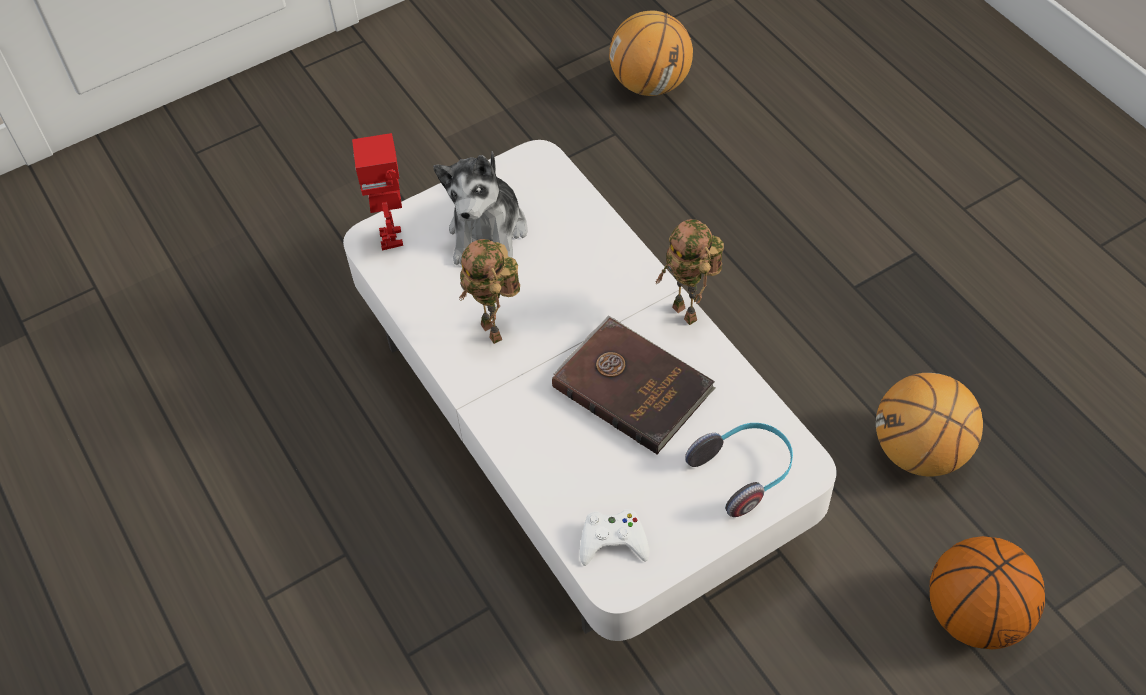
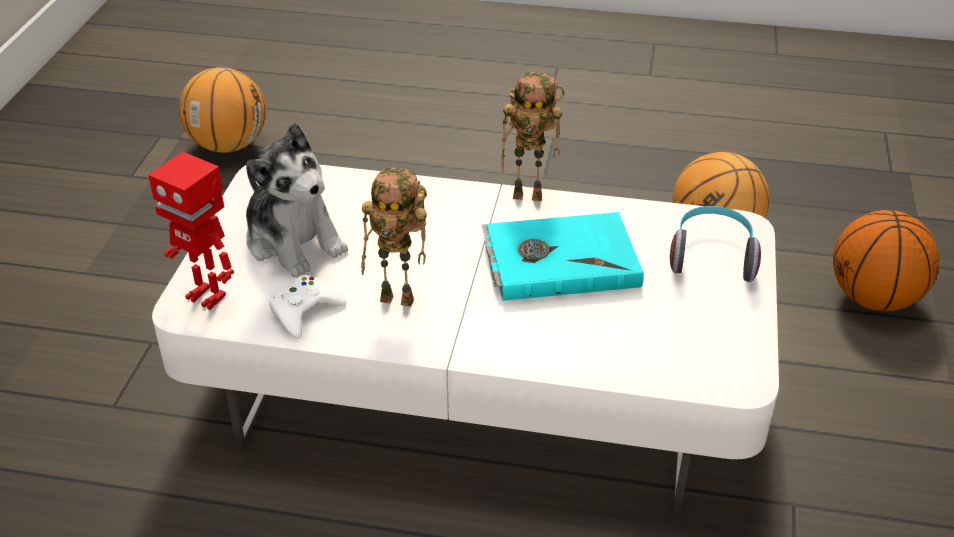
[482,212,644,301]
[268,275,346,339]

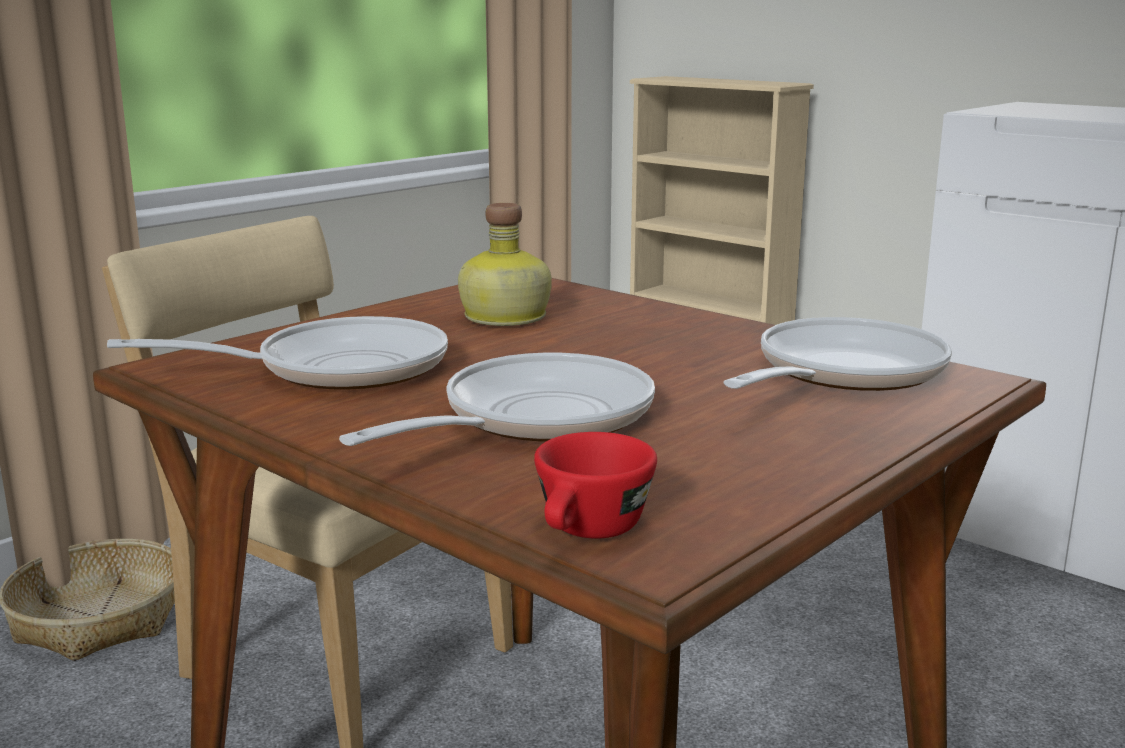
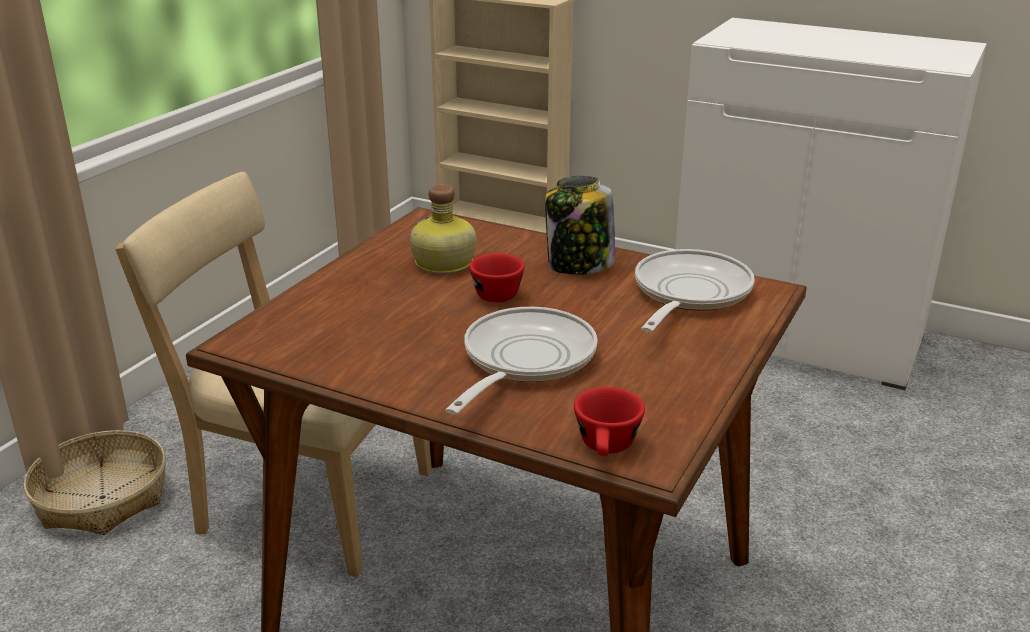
[107,316,448,390] (first image)
[469,253,525,302]
[545,176,615,275]

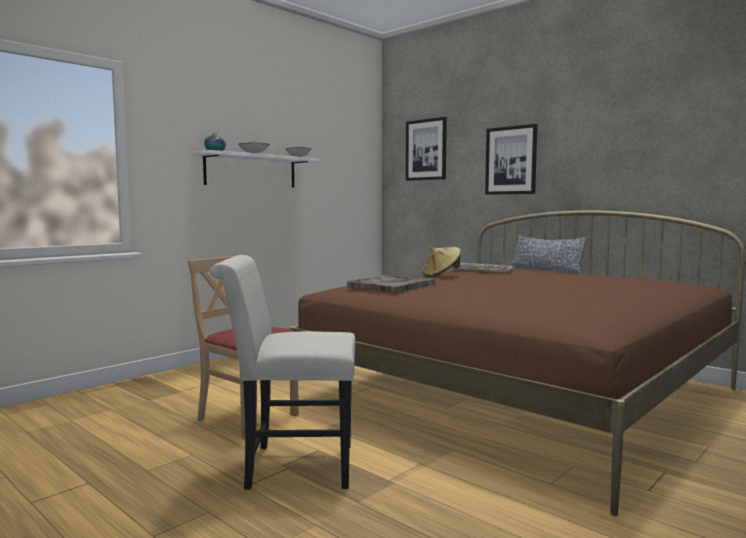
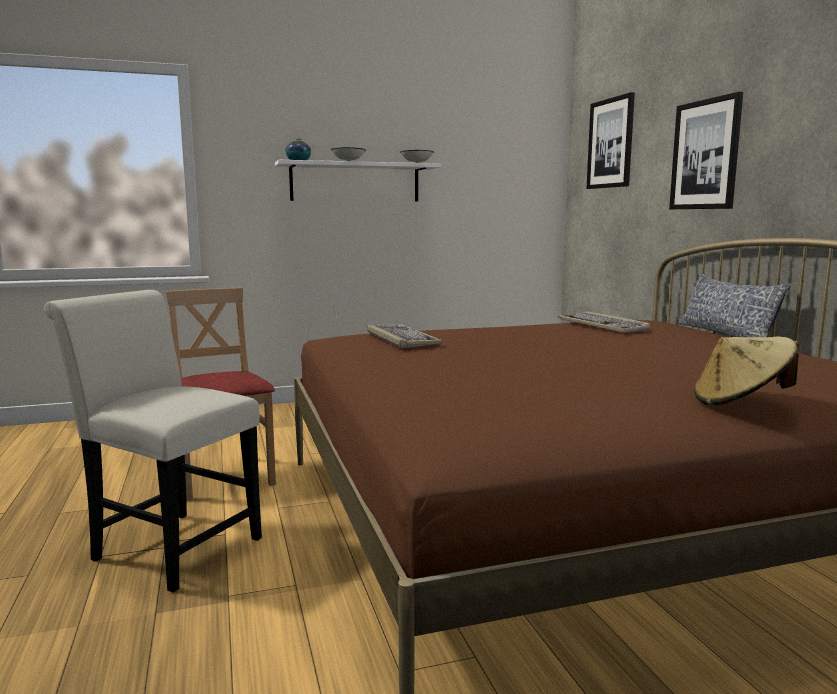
[366,324,442,348]
[694,337,799,406]

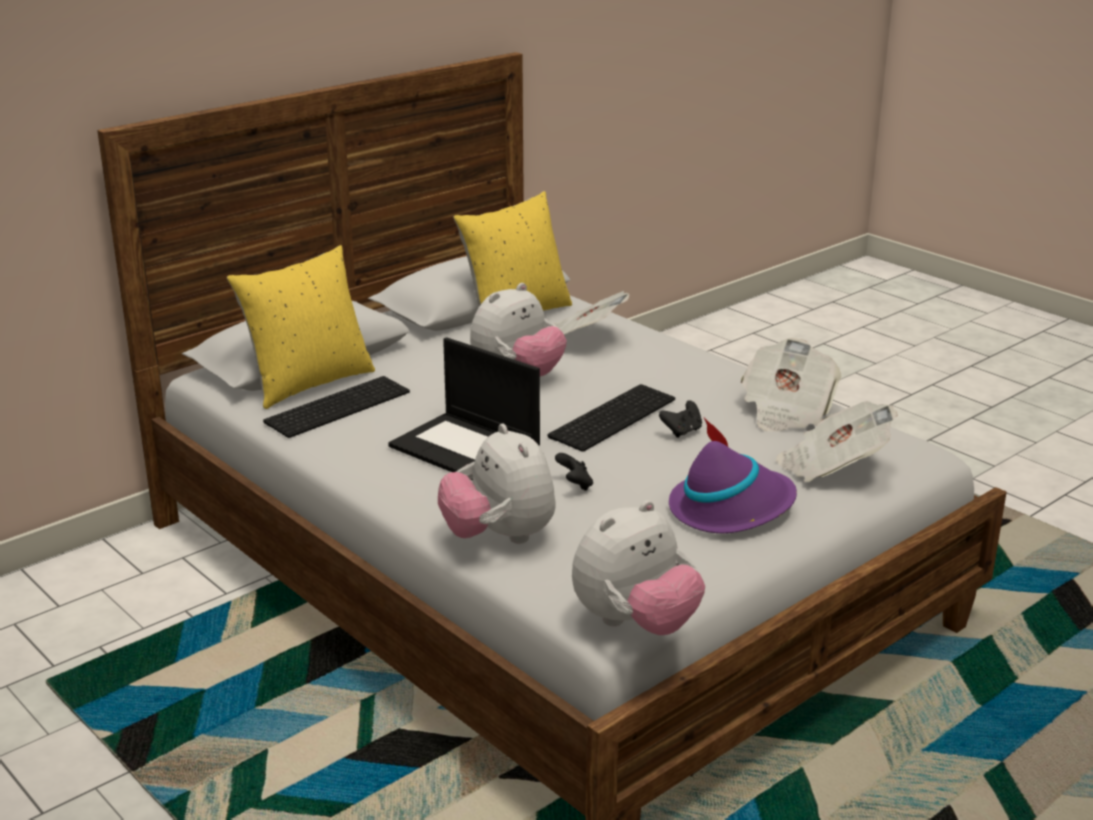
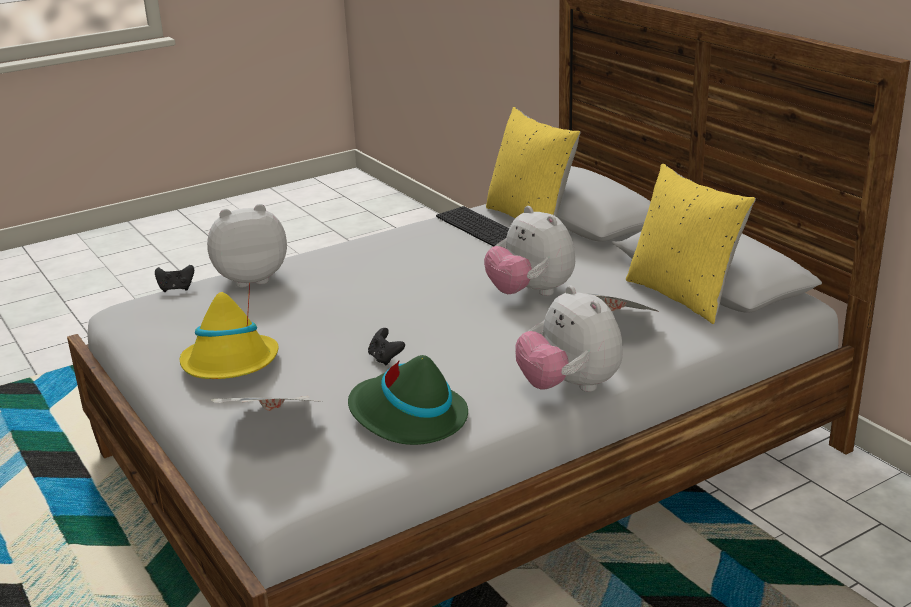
[388,337,540,481] (first image)
[548,384,675,452] (first image)
[155,265,194,292]
[515,285,623,392]
[180,283,278,379]
[348,355,468,445]

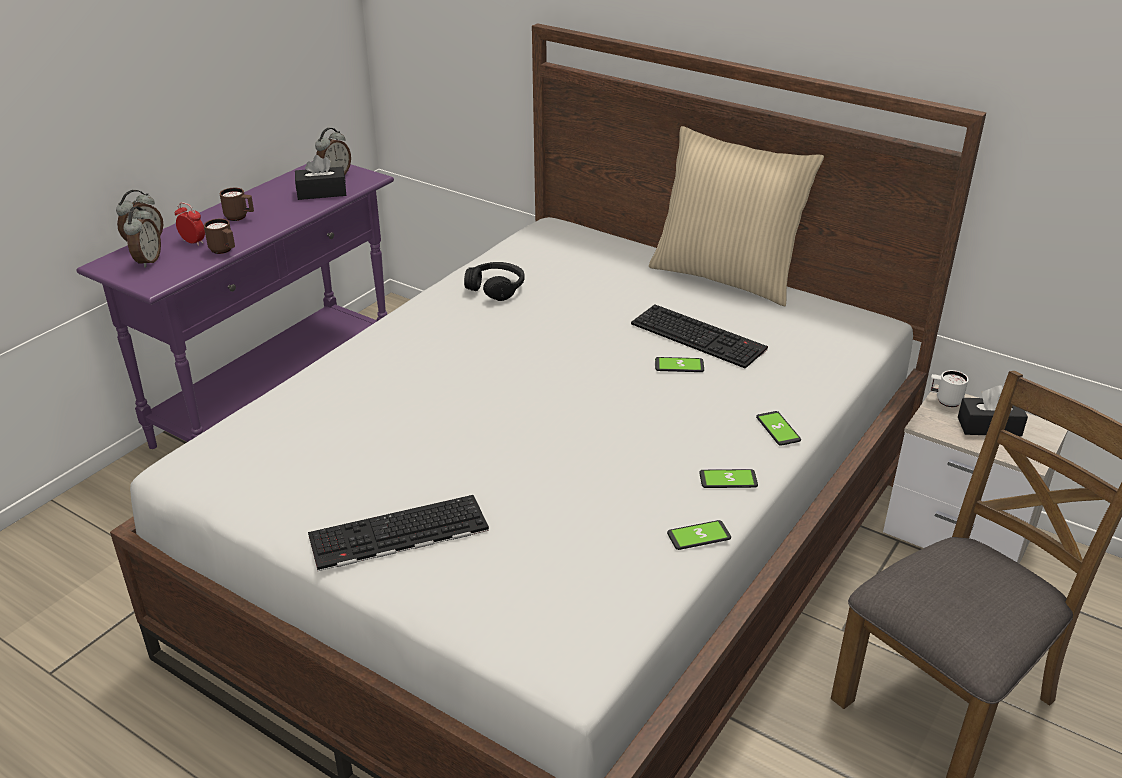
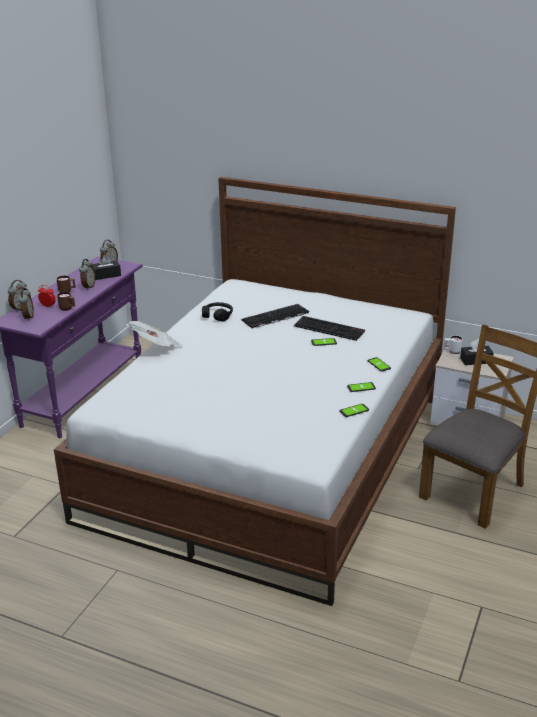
[241,304,309,329]
[649,126,824,306] (first image)
[79,259,96,290]
[126,321,183,347]

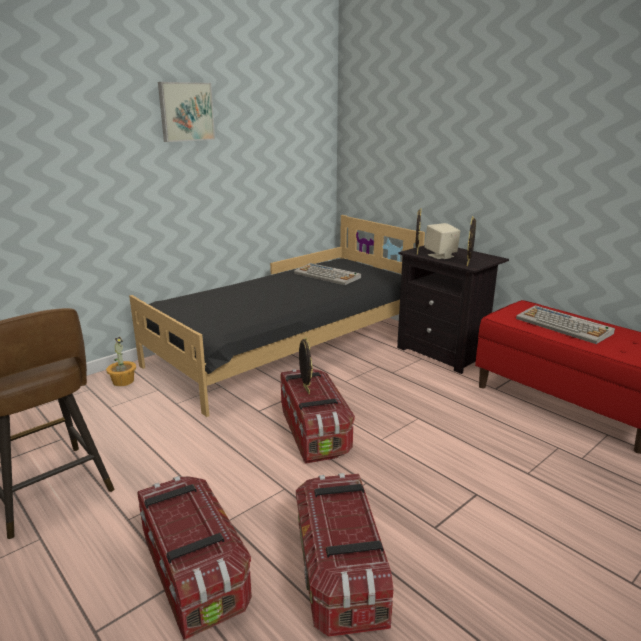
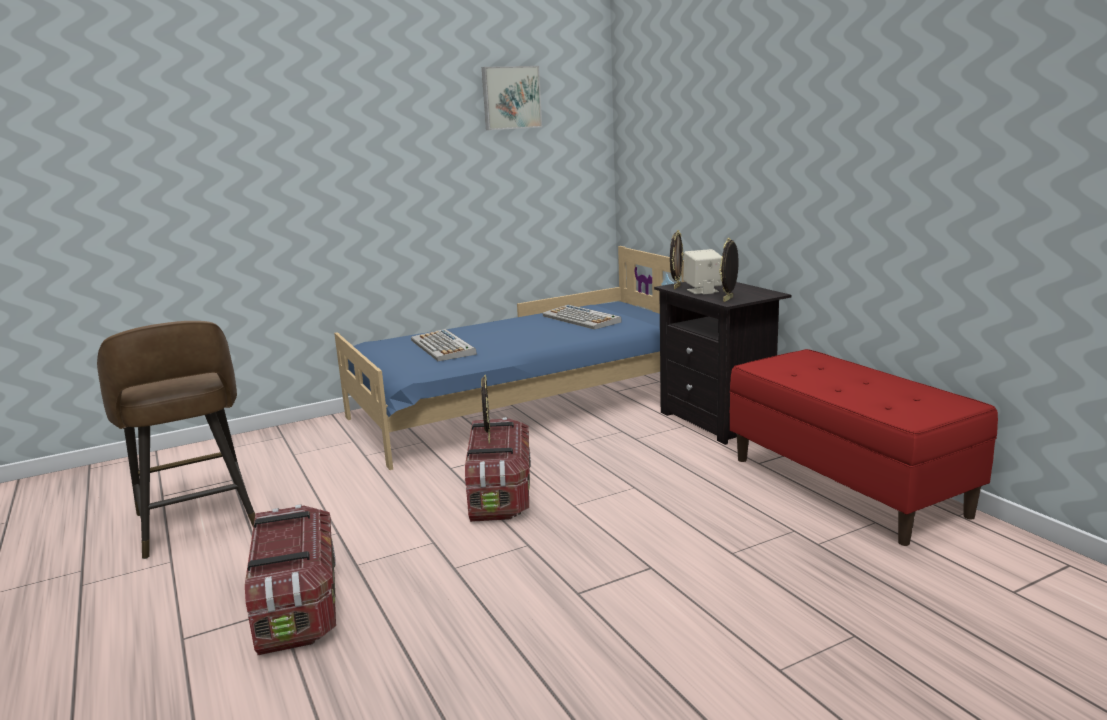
[106,337,136,386] (first image)
[334,246,685,470]
[482,66,542,130]
[296,473,393,637] (first image)
[411,329,477,361]

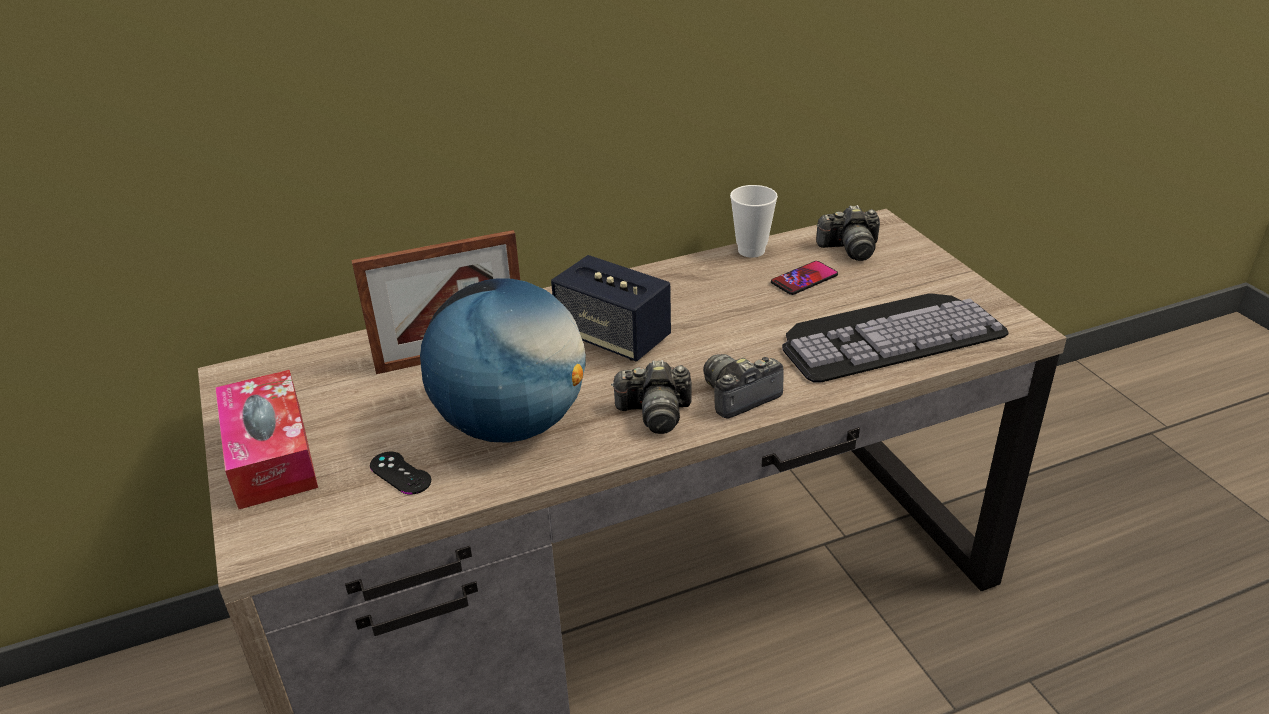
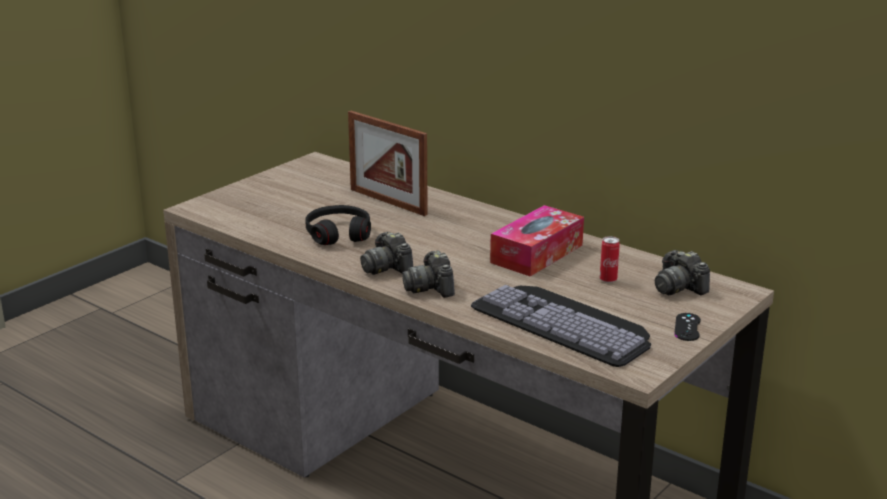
[490,205,584,277]
[674,313,701,341]
[305,205,371,245]
[551,255,671,361] (first image)
[402,250,455,298]
[730,185,778,258] (first image)
[600,236,620,283]

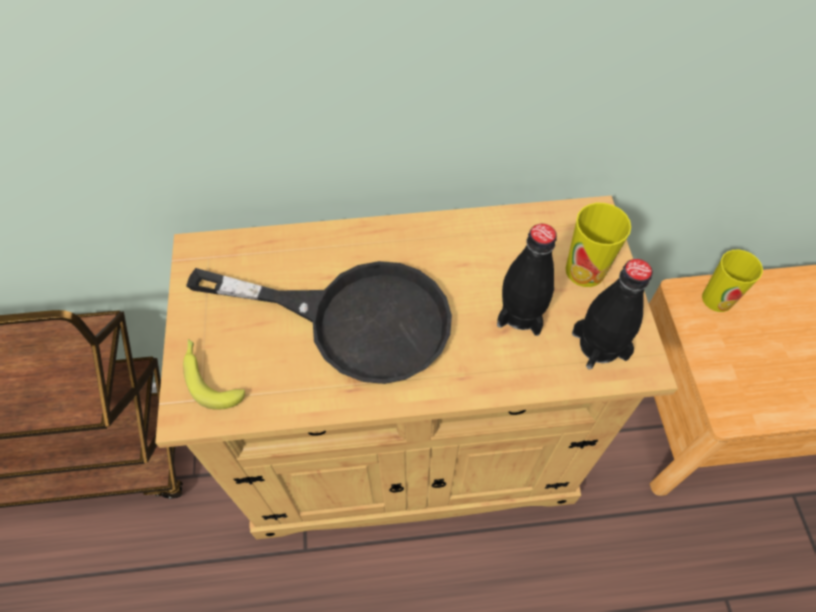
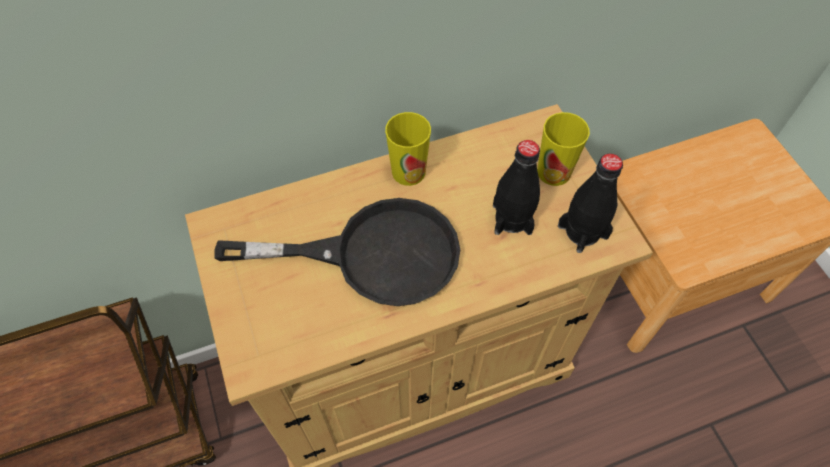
[183,339,245,410] (first image)
[385,112,431,186]

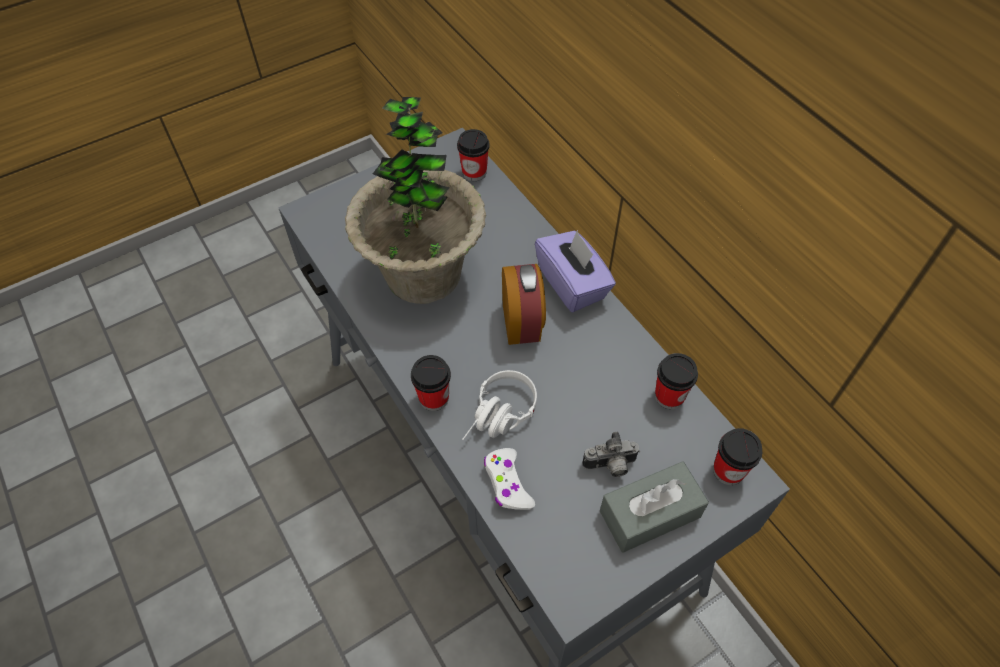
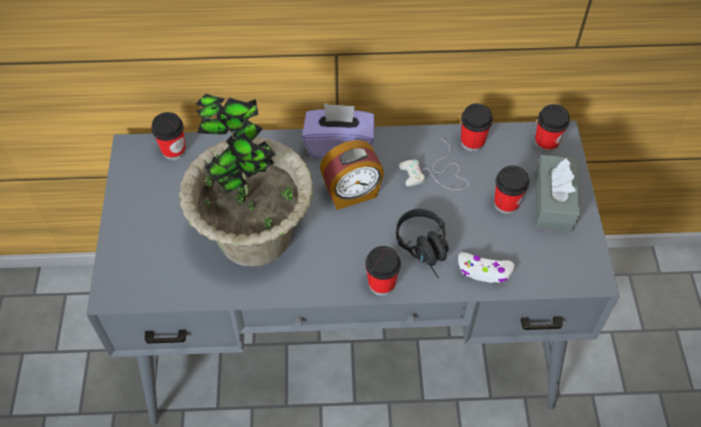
[396,209,449,278]
[320,140,384,210]
[494,165,529,214]
[399,139,467,190]

